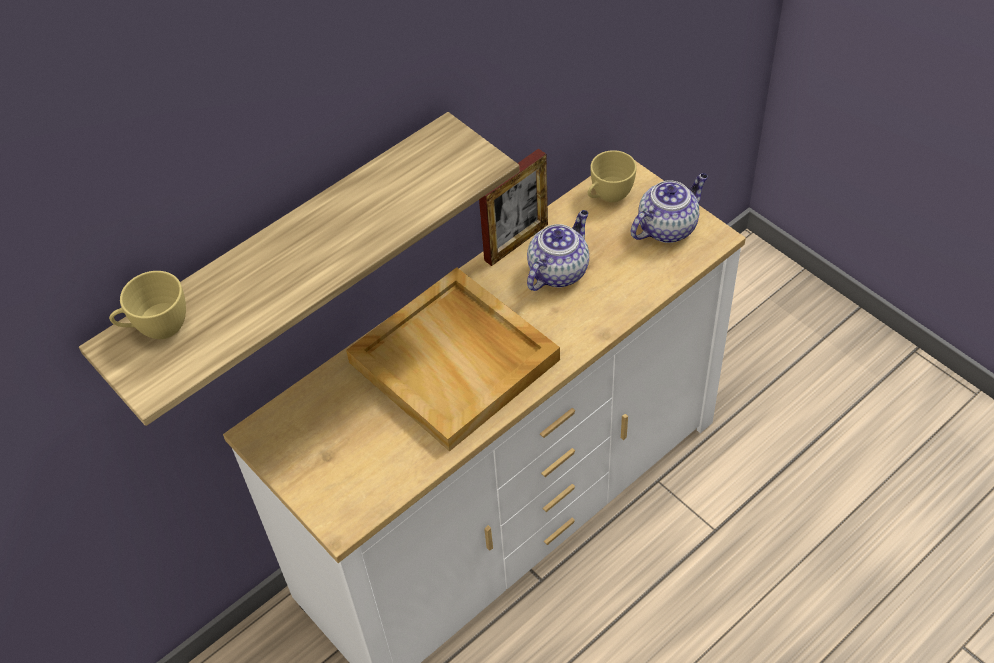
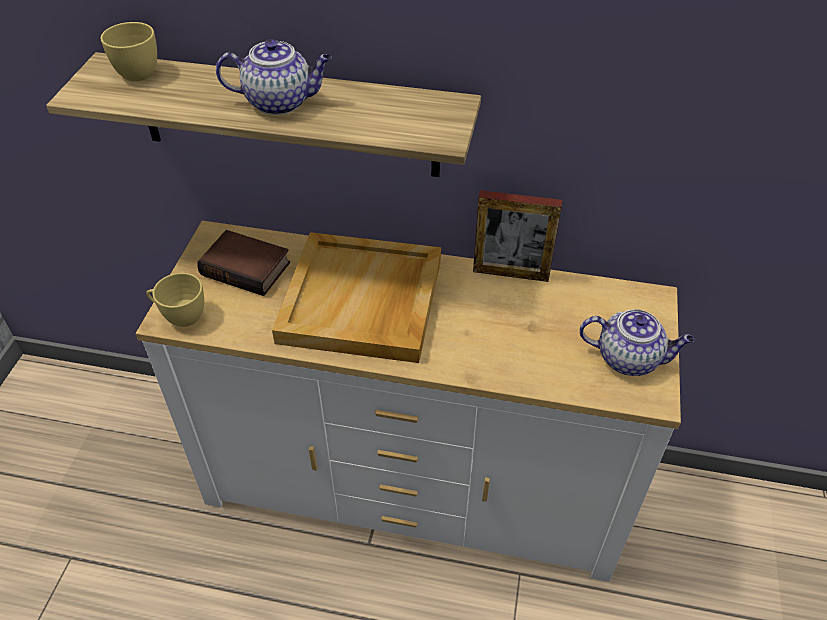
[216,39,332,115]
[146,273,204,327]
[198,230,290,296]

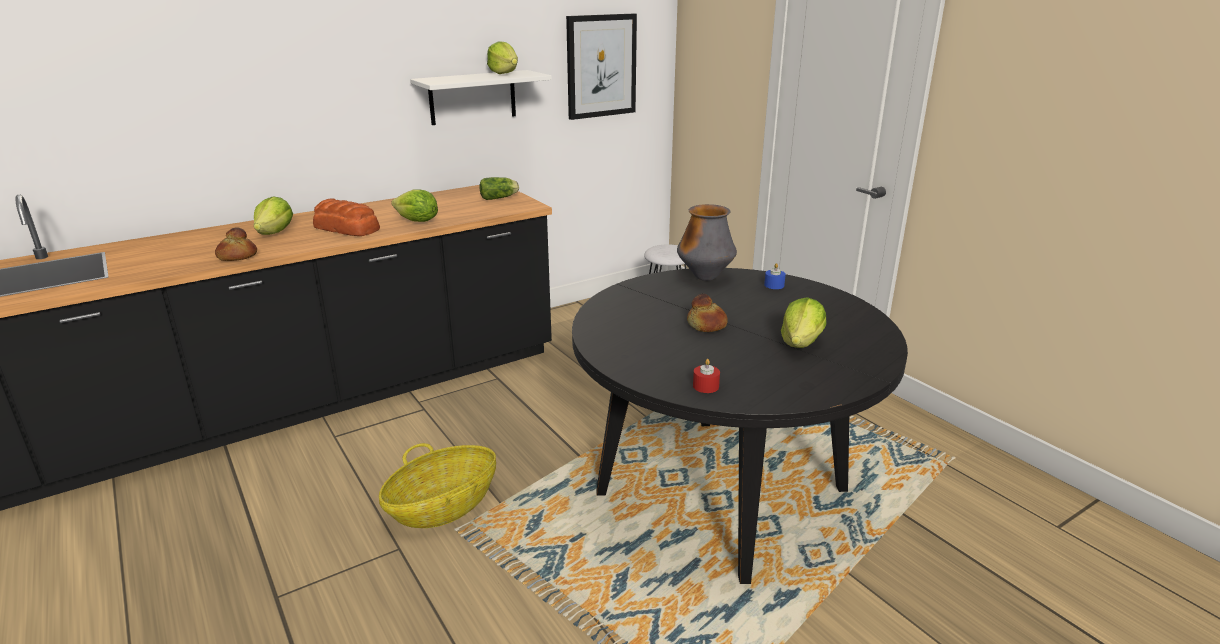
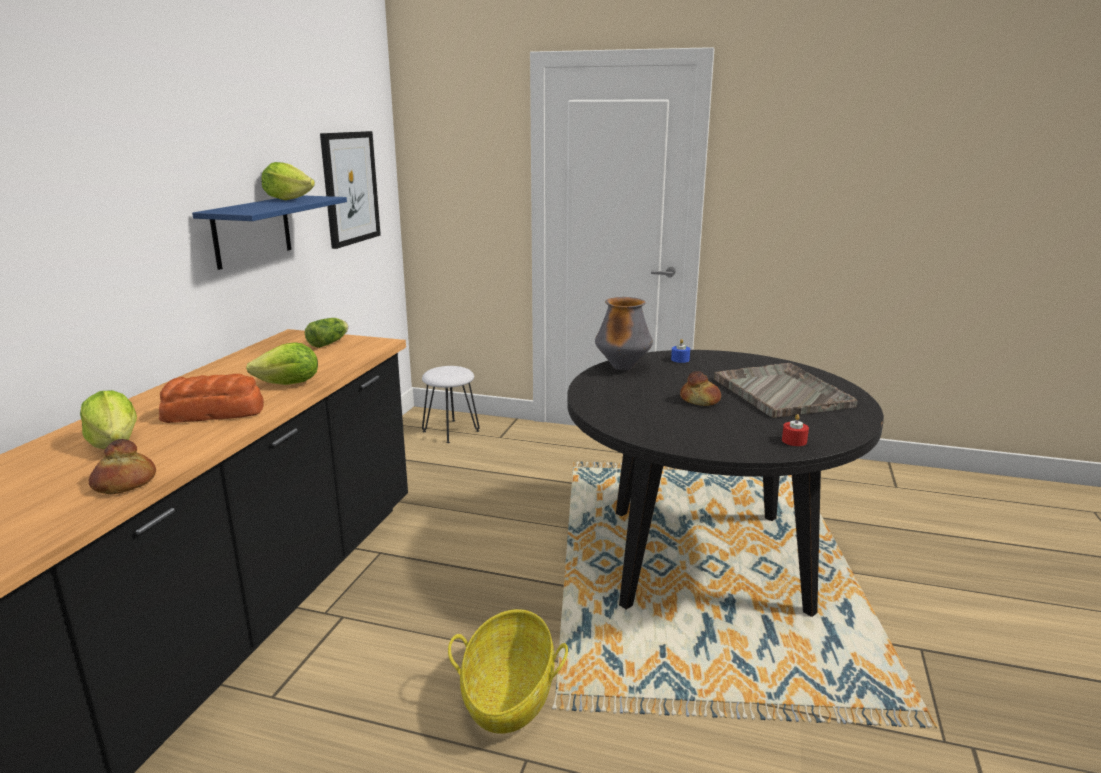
[192,195,347,270]
[714,363,858,418]

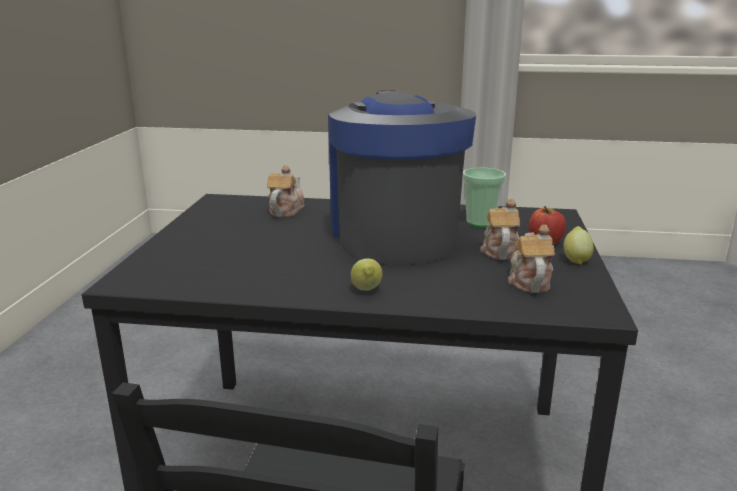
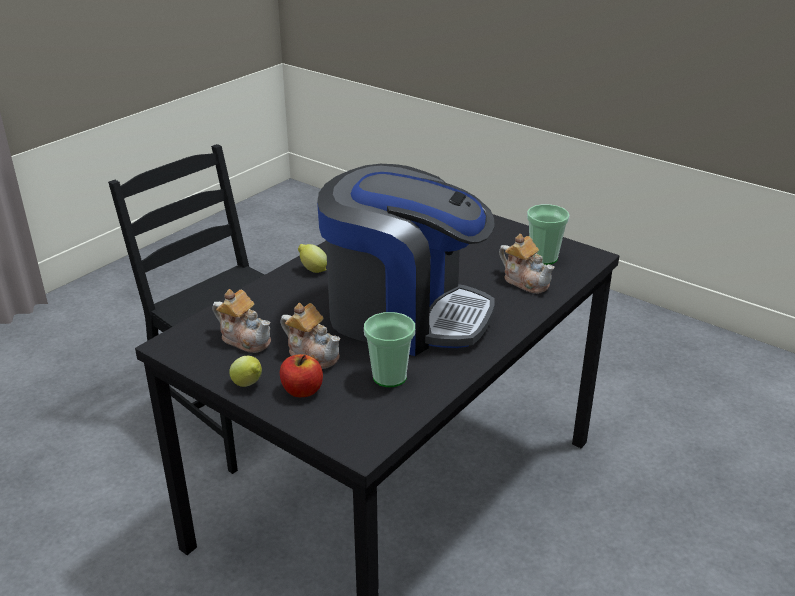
[527,204,570,265]

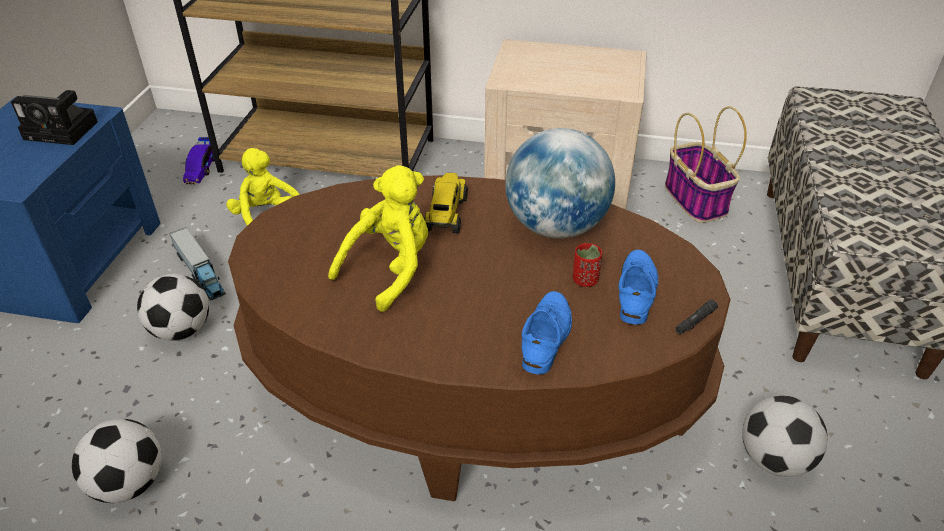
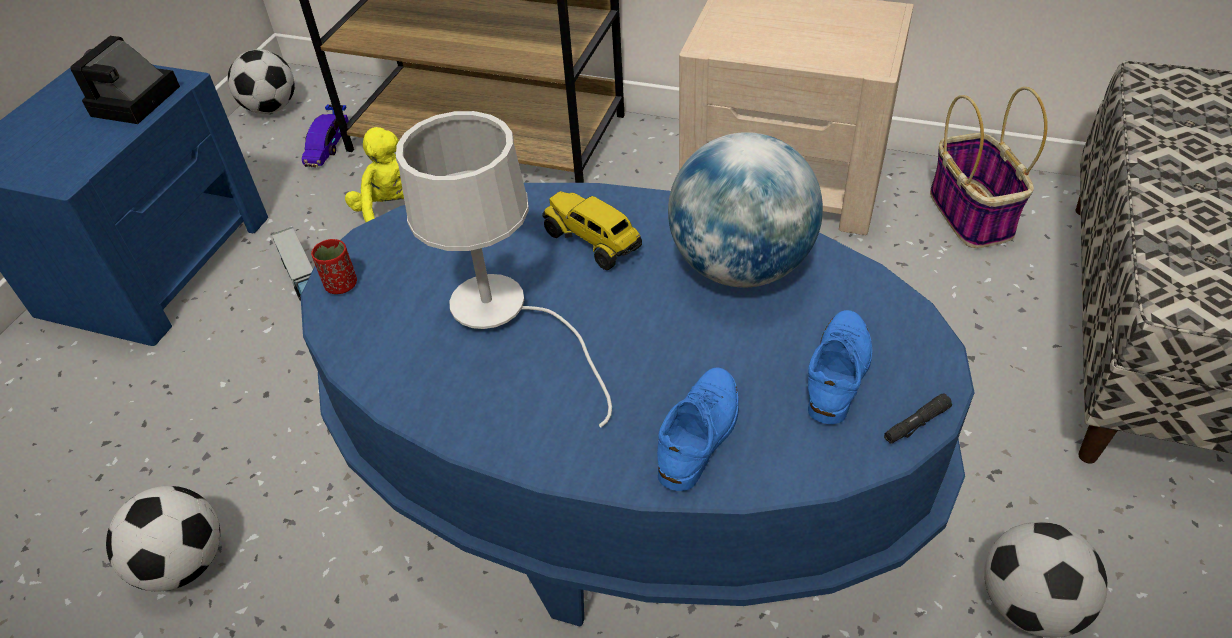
[71,36,180,124]
[228,49,295,114]
[301,183,975,626]
[396,111,612,427]
[543,191,642,270]
[311,239,357,294]

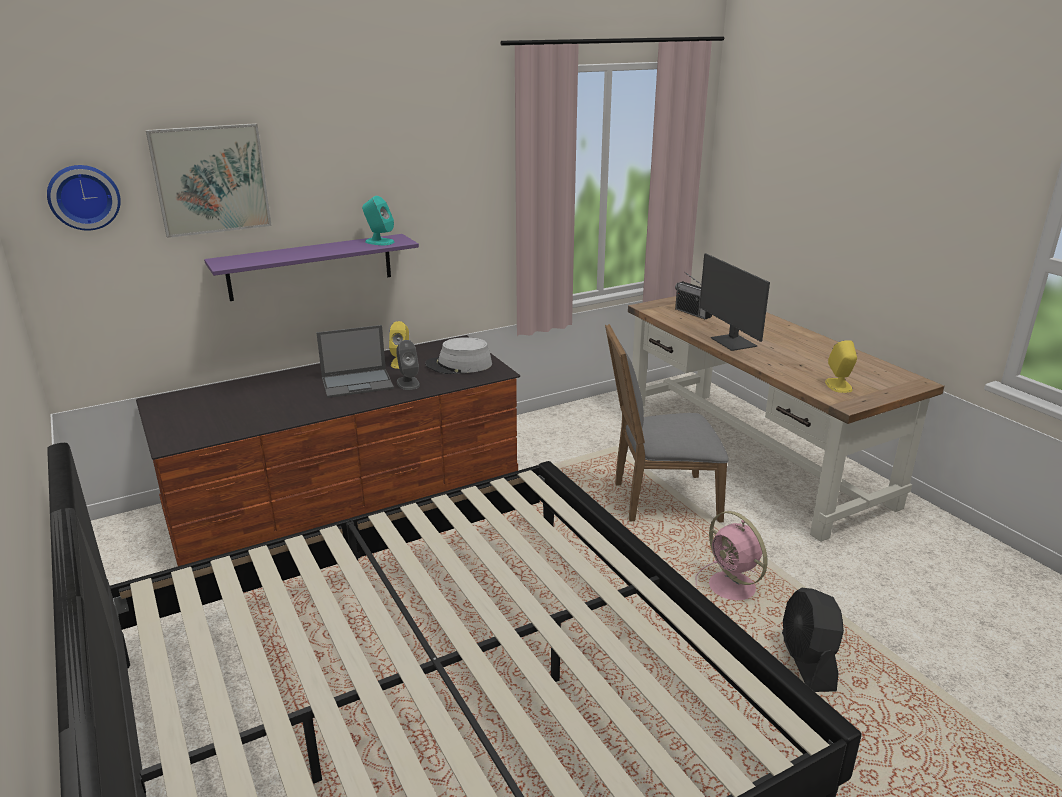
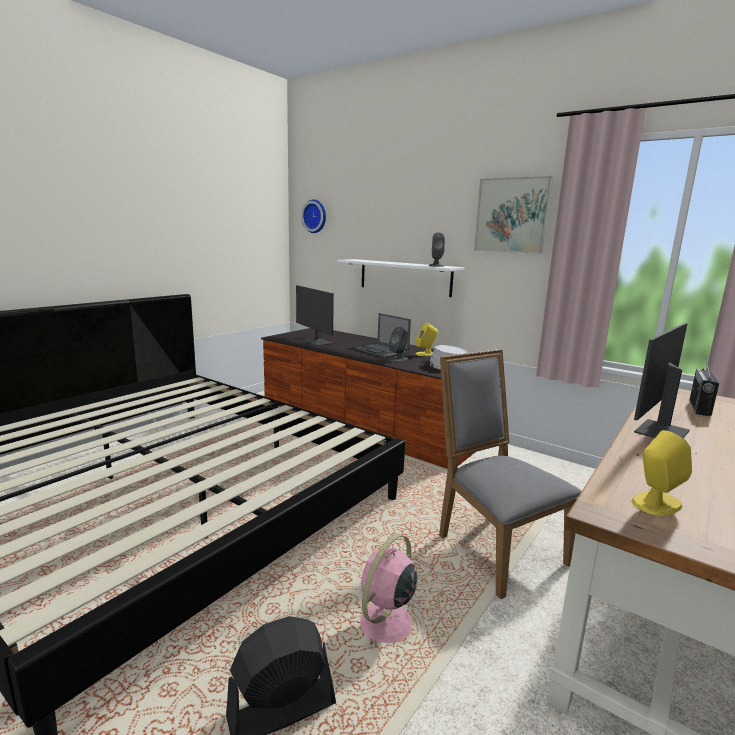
[474,176,553,254]
[337,259,465,297]
[429,233,445,267]
[296,285,334,346]

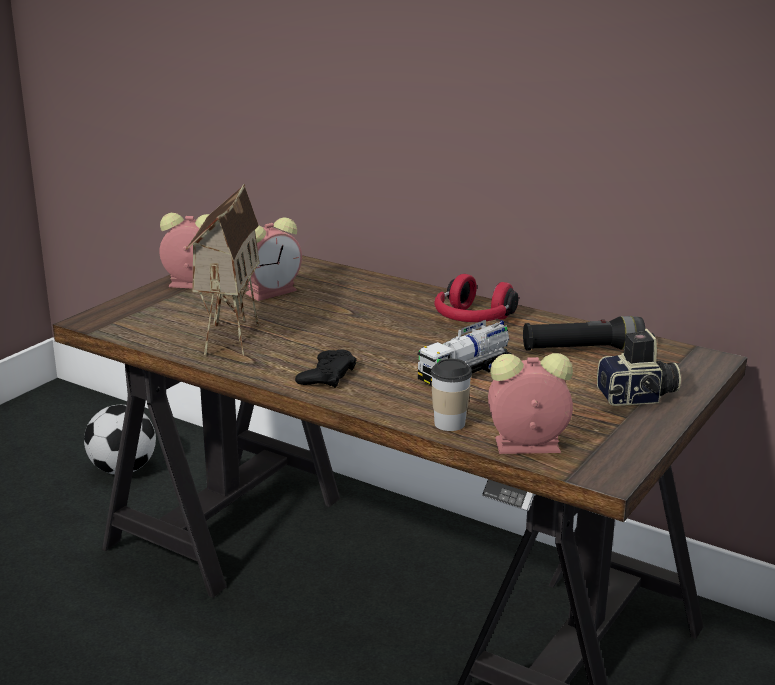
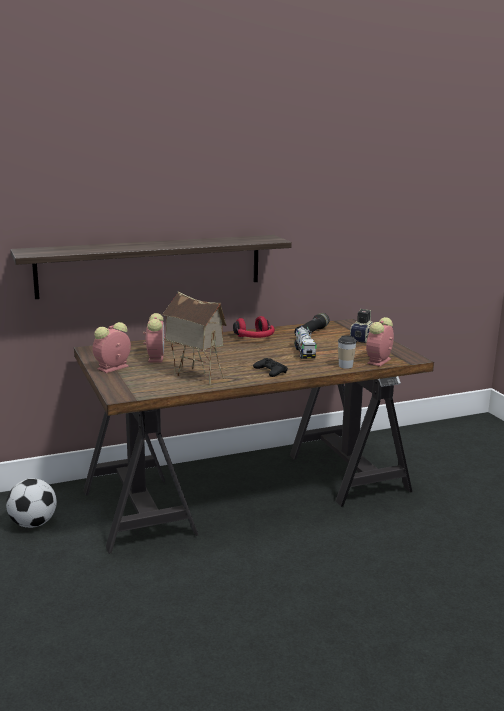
[10,235,292,299]

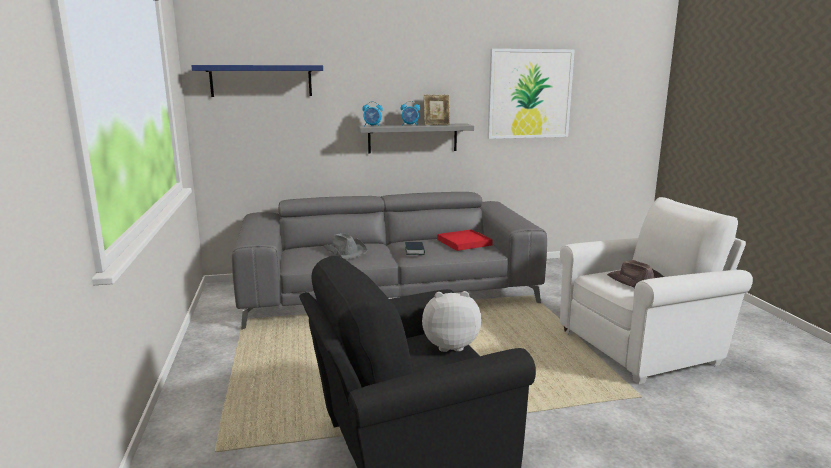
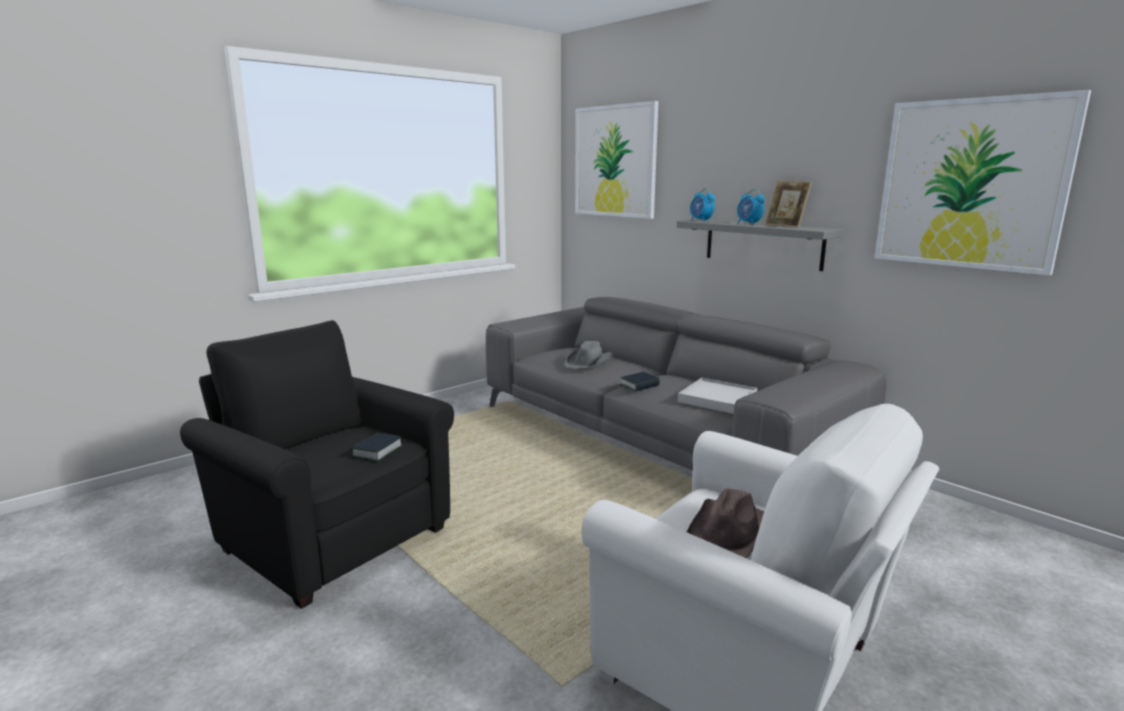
[575,101,658,219]
[351,433,403,461]
[678,378,758,414]

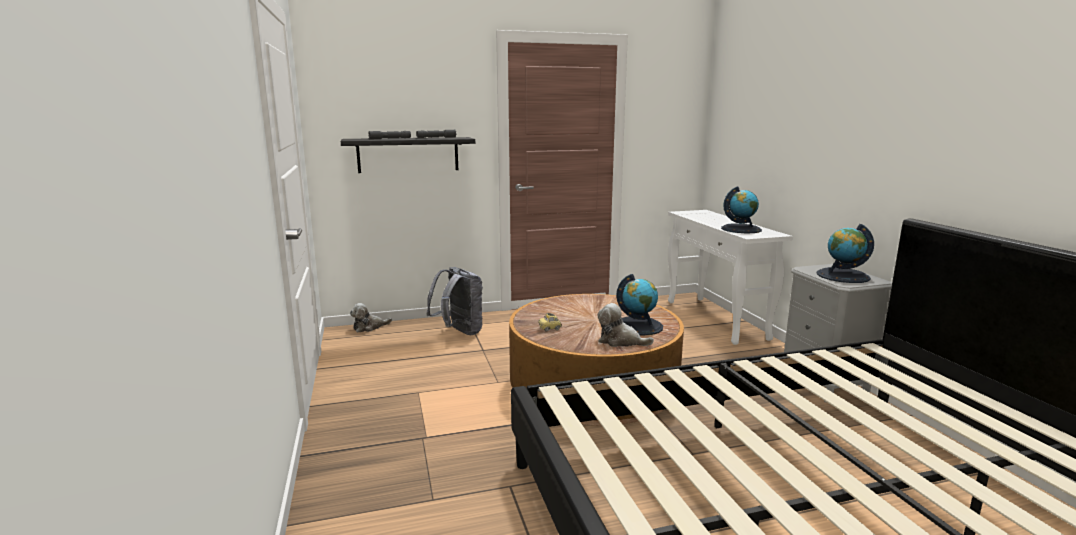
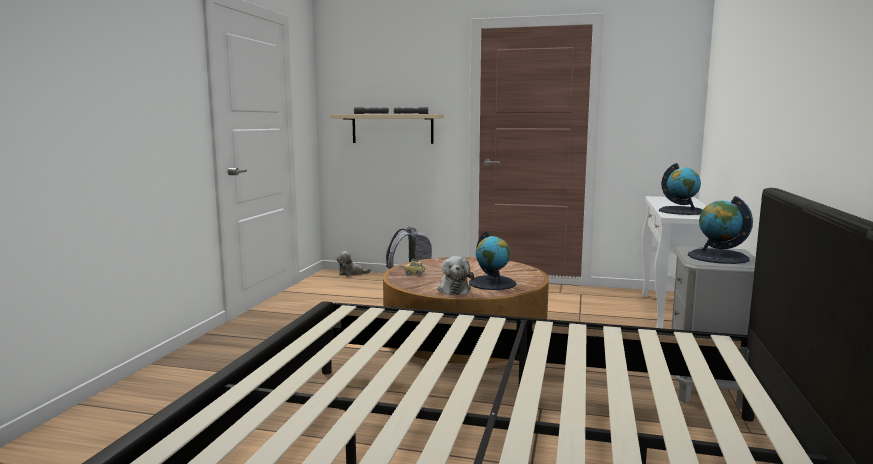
[330,114,444,144]
[437,256,474,295]

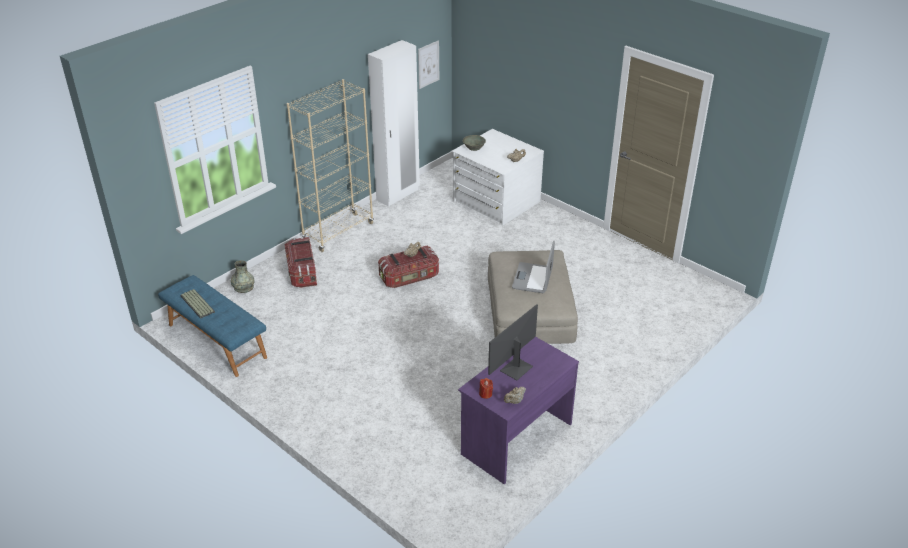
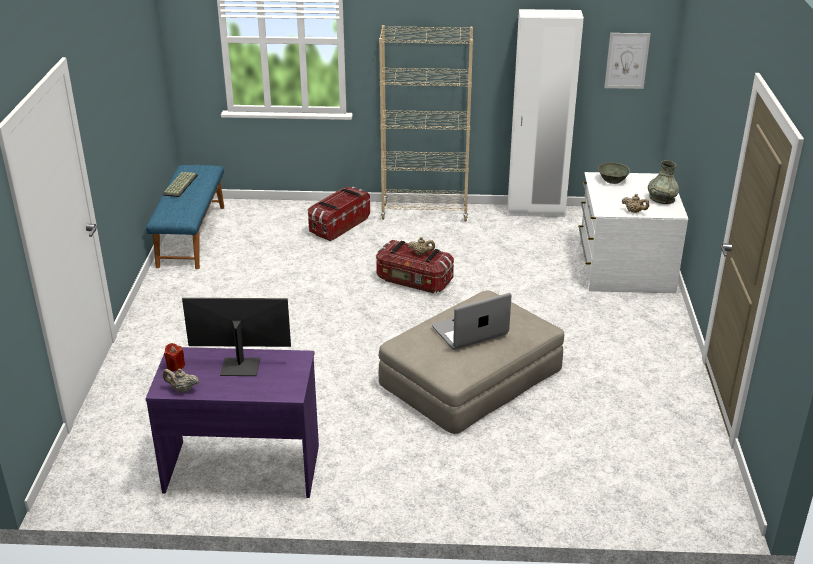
[648,160,679,204]

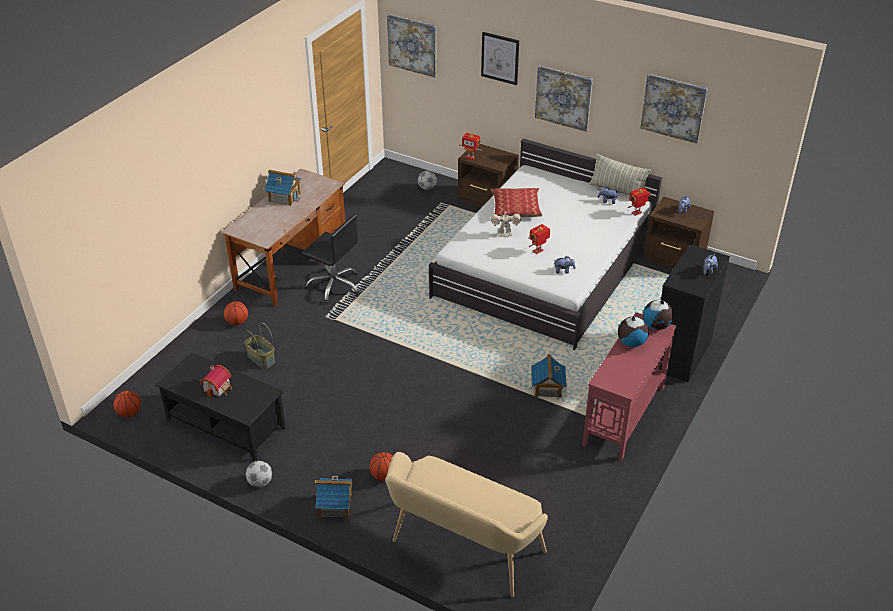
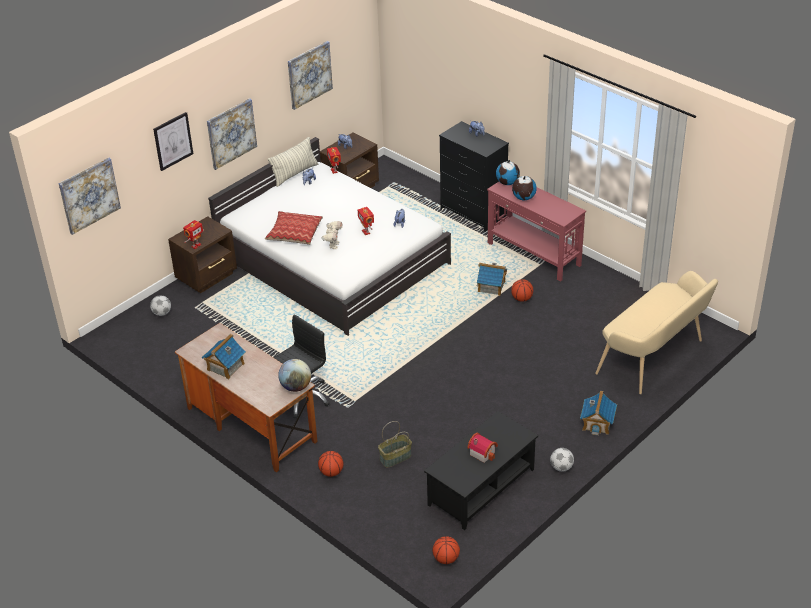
[511,279,533,302]
[278,359,311,392]

